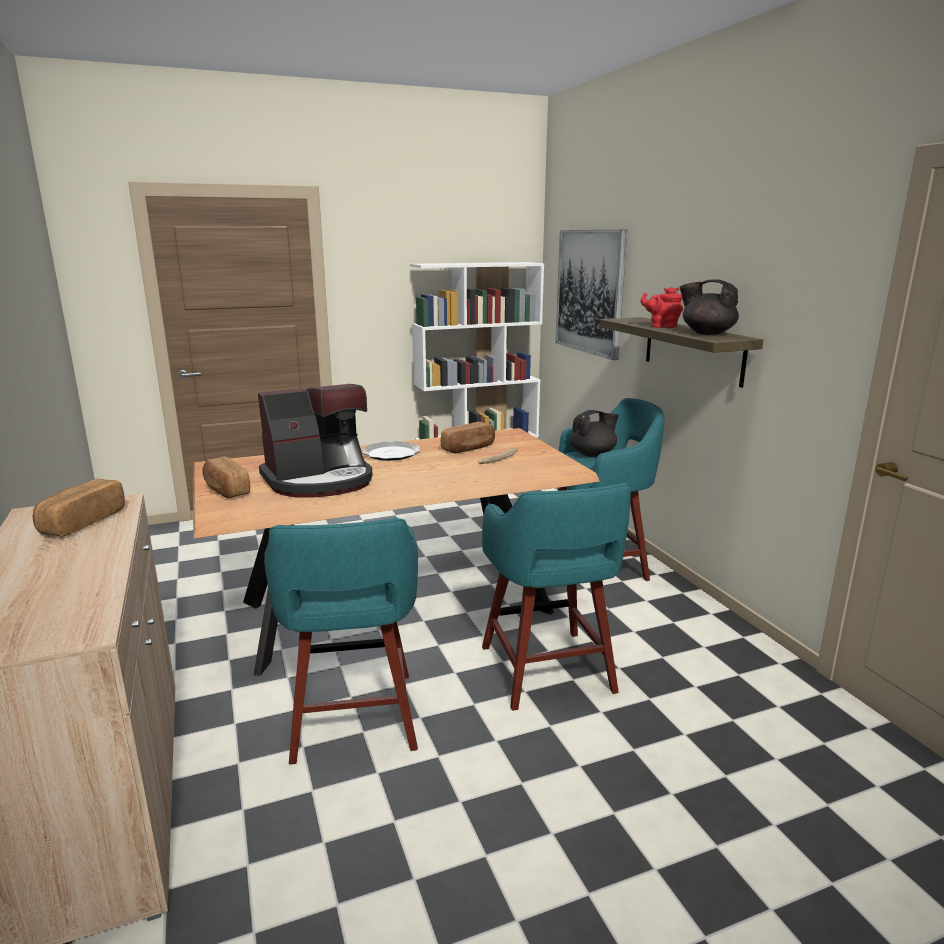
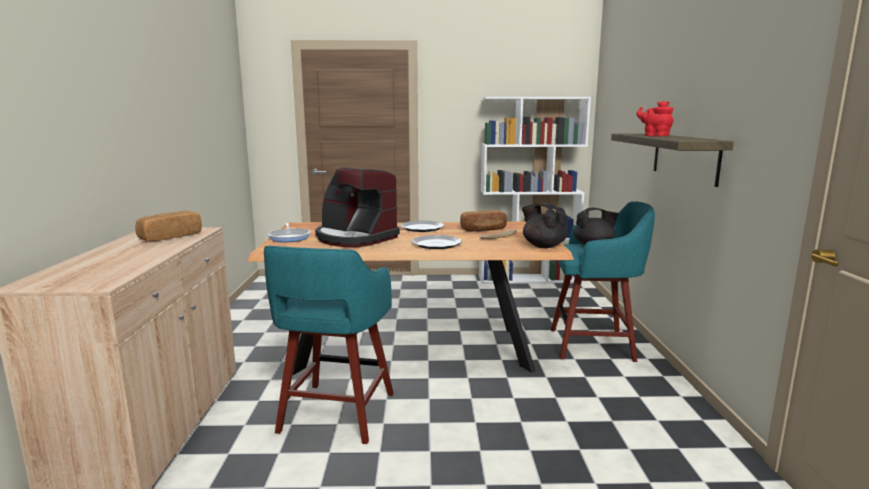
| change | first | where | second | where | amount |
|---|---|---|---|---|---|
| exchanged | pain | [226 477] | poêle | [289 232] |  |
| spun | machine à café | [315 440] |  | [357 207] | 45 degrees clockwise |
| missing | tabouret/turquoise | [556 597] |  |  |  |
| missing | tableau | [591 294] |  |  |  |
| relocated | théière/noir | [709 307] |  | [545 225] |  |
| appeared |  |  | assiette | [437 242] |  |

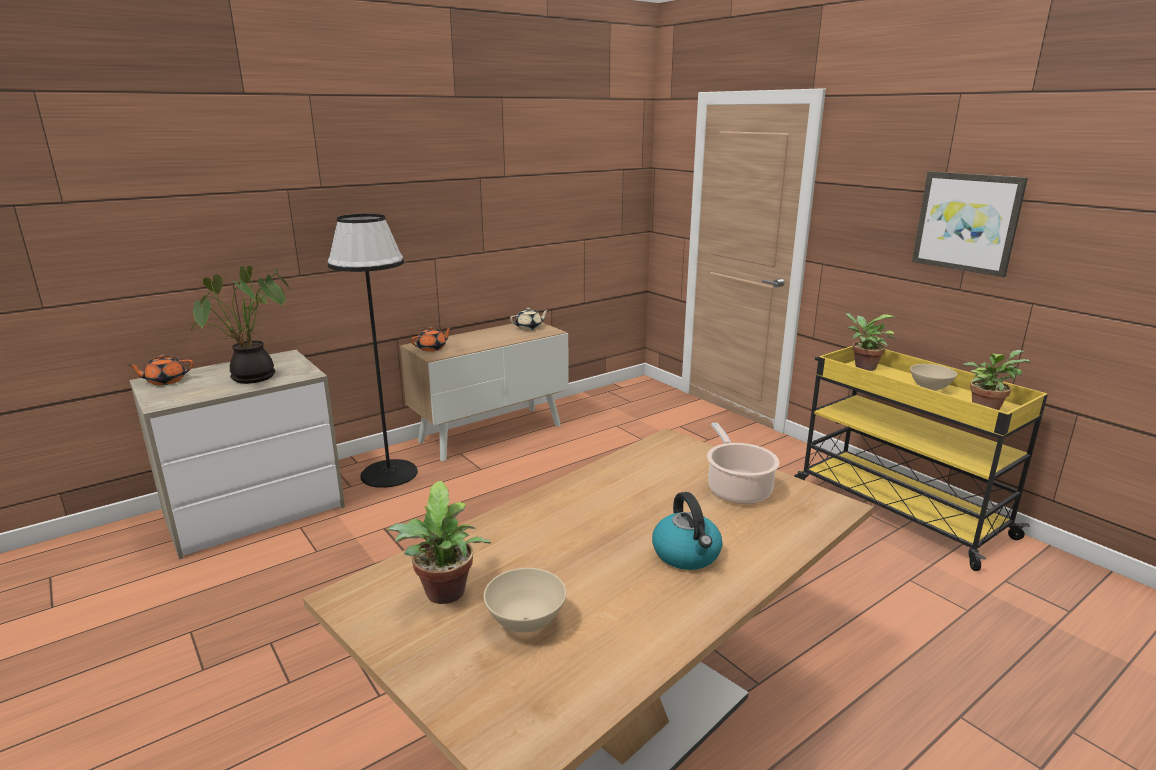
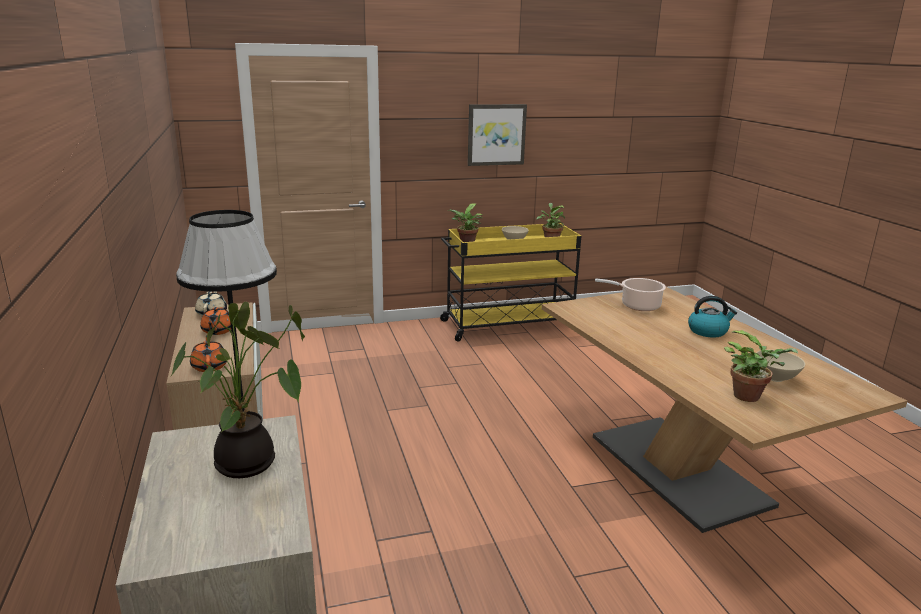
| change | first | where | second | where | amount |
|---|---|---|---|---|---|
| relocated | théière/orange | [160 369] |  | [215 321] |  |

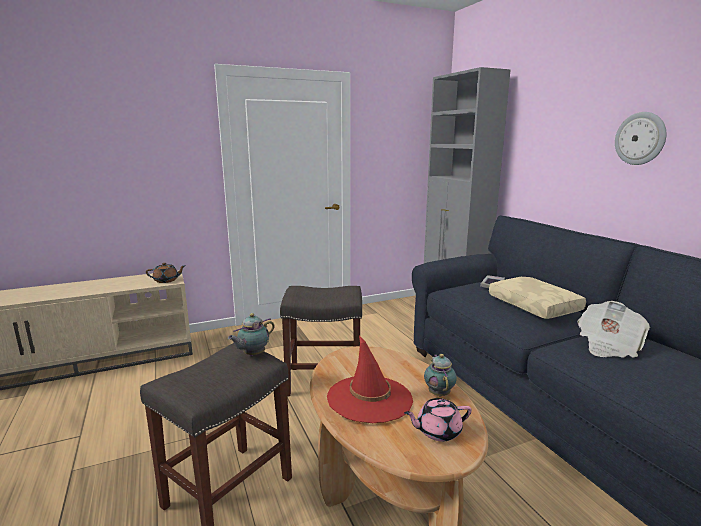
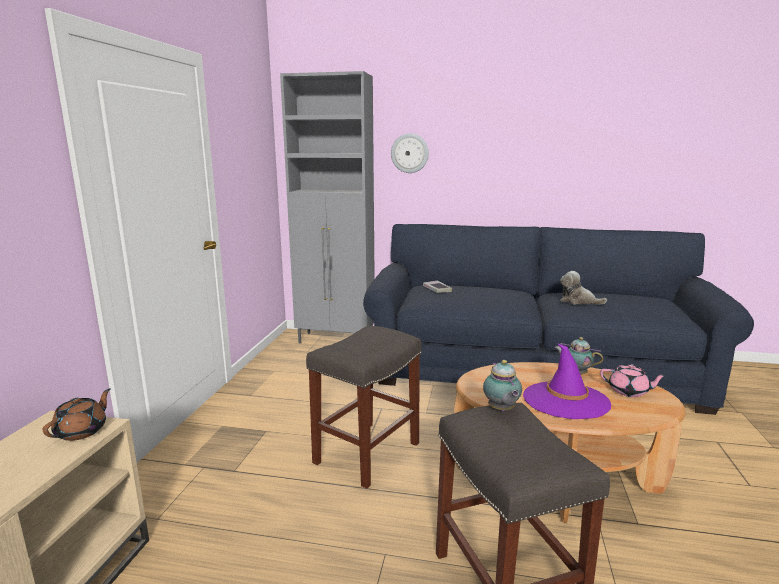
| change | first | where | second | where | amount |
|---|---|---|---|---|---|
| colour | chapeau/rouge | [370 379] | chapeau/violet | [567 381] |  |
| spun | théière/rose | [438 419] |  | [633 380] | 90 degrees counterclockwise |
| missing | coussin/beige | [537 298] |  |  |  |
| exchanged | journal | [613 329] | peluche | [583 288] |  |
| relocated | horloge murale | [641 138] |  | [410 153] |  |

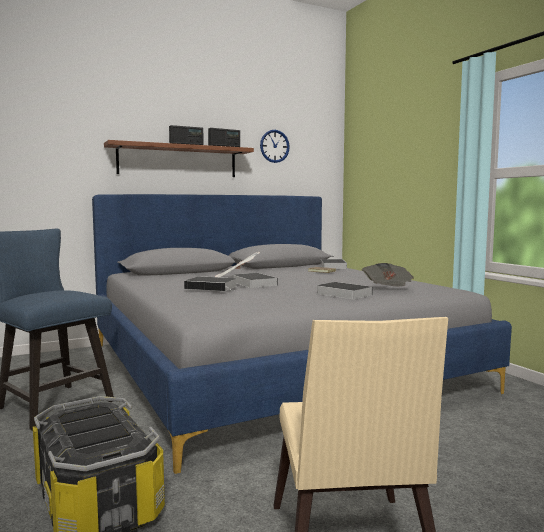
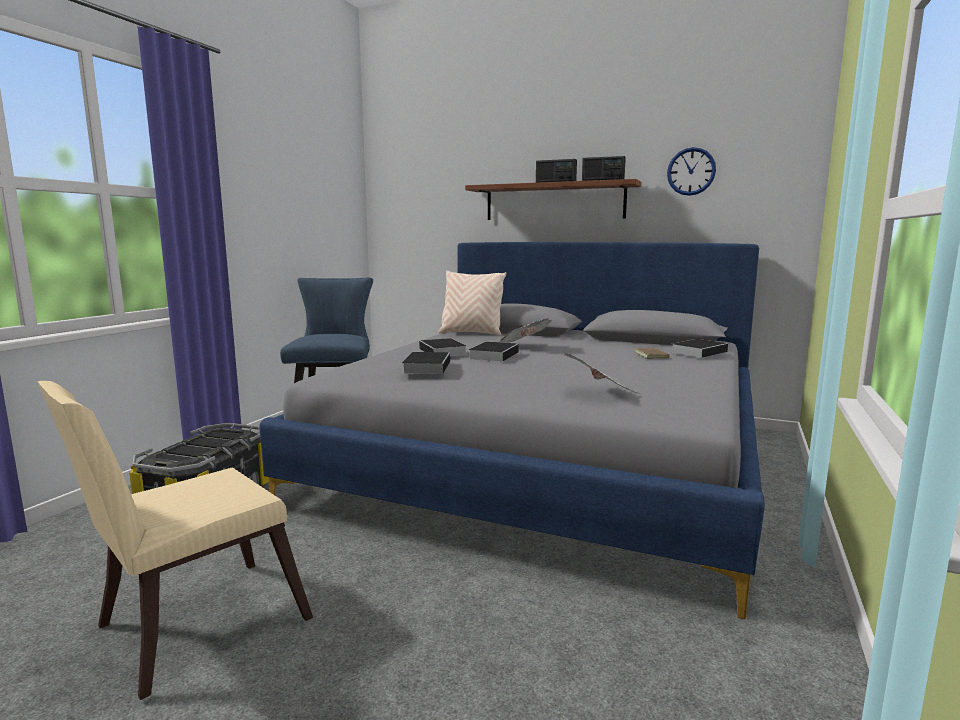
| change | first | where | second | where | amount |
|---|---|---|---|---|---|
| relocated | livre | [344 291] |  | [426 363] |  |
| appeared |  |  | coussin/beige | [472 302] |  |

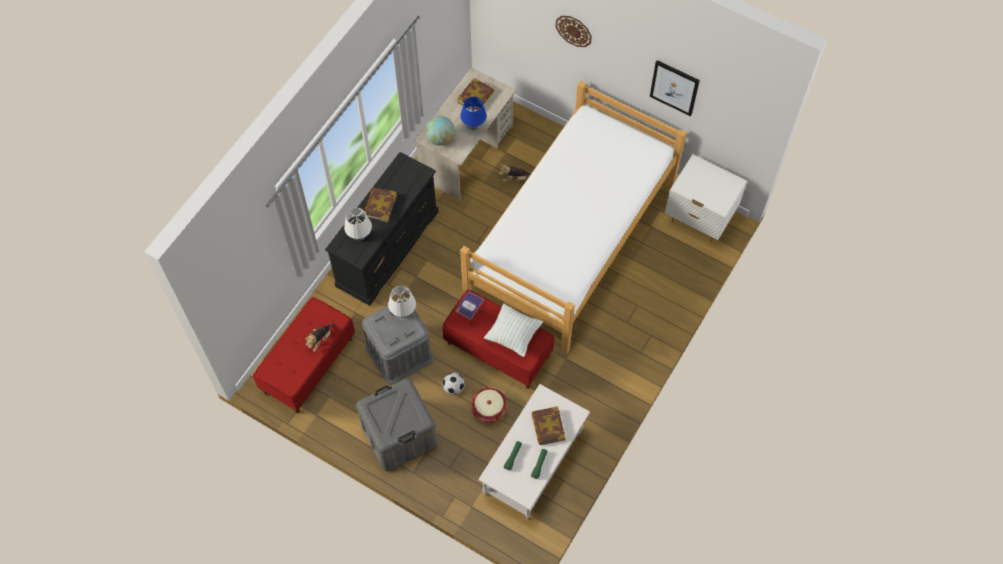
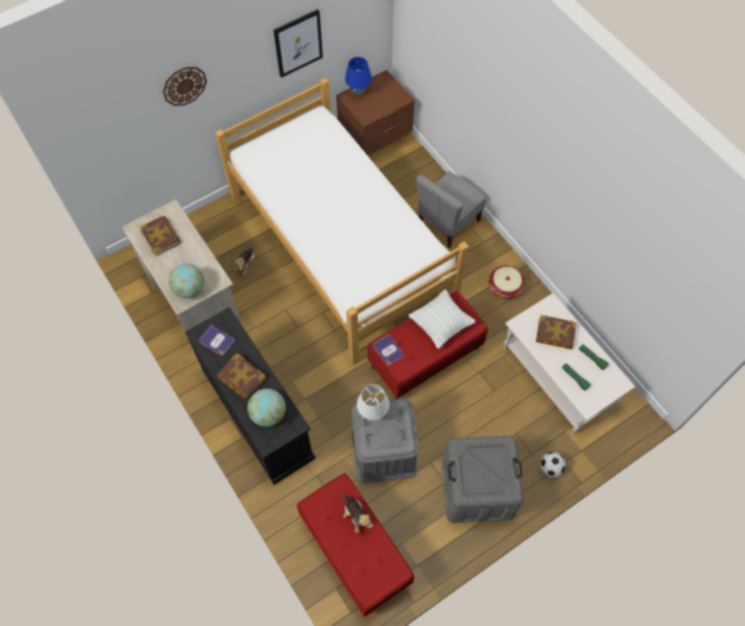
| change | first | where | second | where | amount |
|---|---|---|---|---|---|
| exchanged | lampe de table/blanc | [358 224] | globe | [266 407] |  |
| relocated | ballon de foot | [453 384] |  | [553 465] |  |
| relocated | lampe de table/bleu | [474 113] |  | [358 76] |  |
| relocated | panier | [489 405] |  | [506 282] |  |
| colour | table de chevet/blanc | [706 198] | table de chevet/marron | [375 112] |  |
| appeared |  |  | livre | [217 340] |  |
| appeared |  |  | chaise/gris | [451 209] |  |

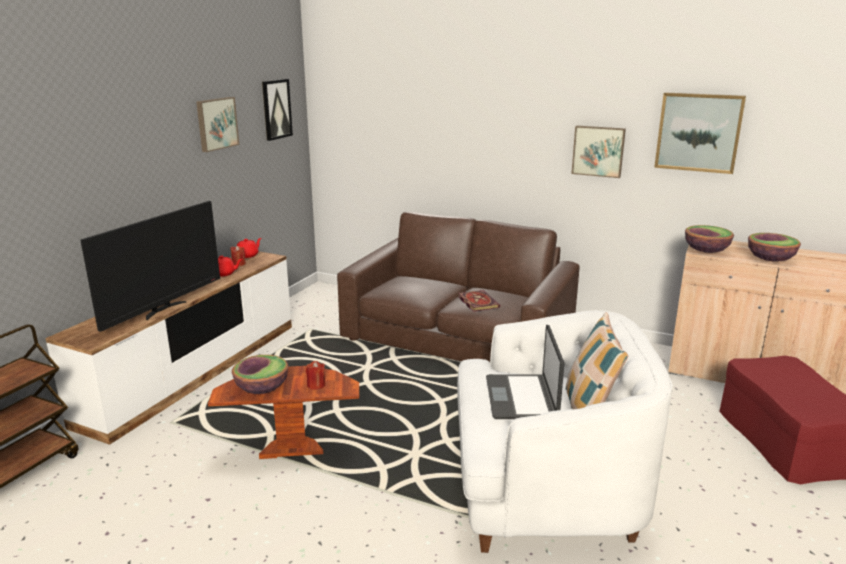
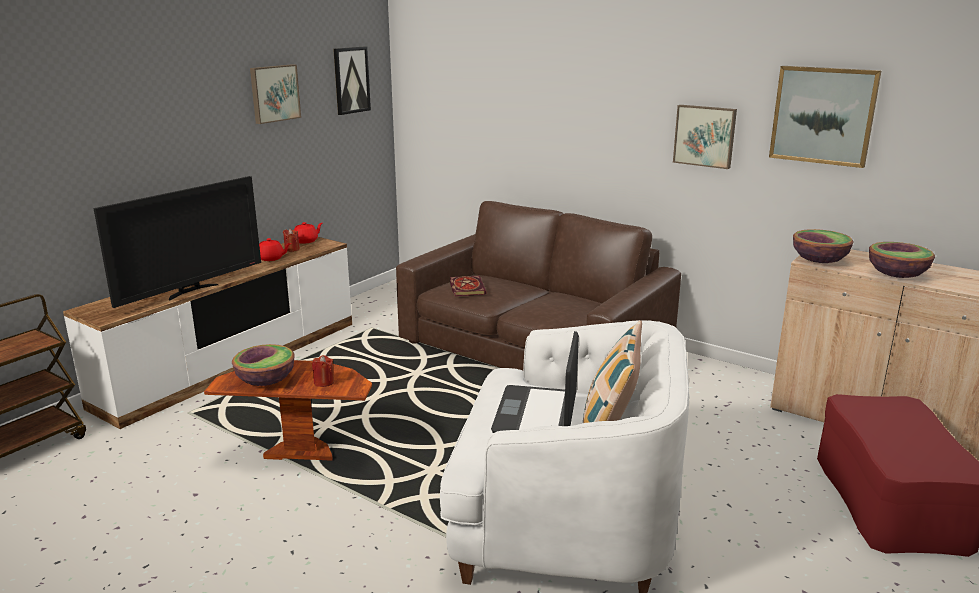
| change | first | where | second | where | amount |
|---|---|---|---|---|---|
| relocated | livre | [479 301] |  | [468 286] |  |

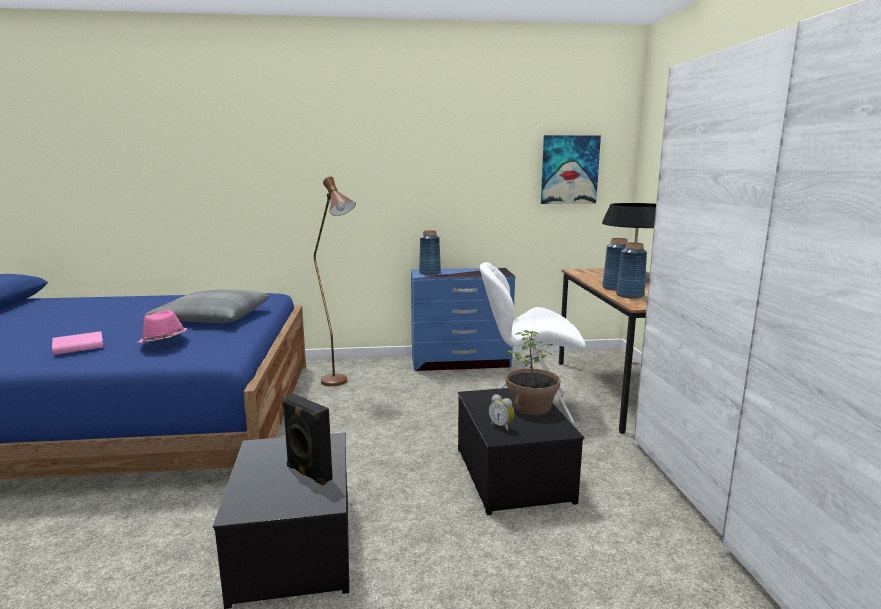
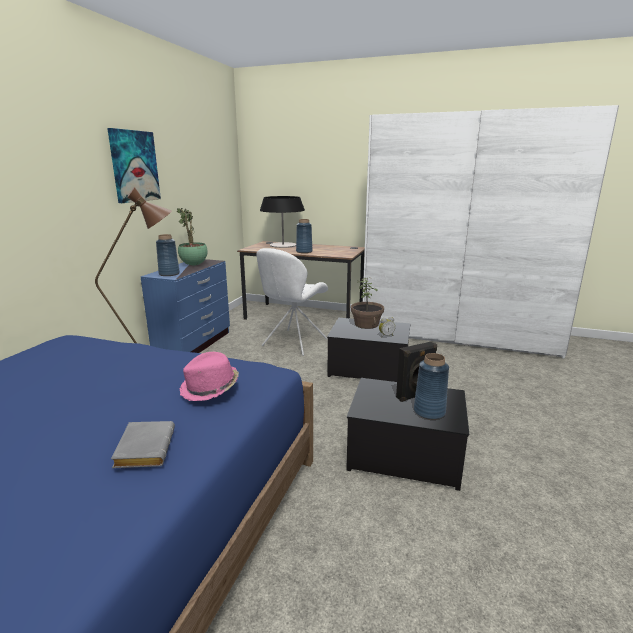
| change | first | where | second | where | amount |
|---|---|---|---|---|---|
| colour | livre/rose | [78 343] | livre/gris | [143 444] |  |
| missing | coussin/gris | [206 306] |  |  |  |
| relocated | tableau | [571 169] |  | [134 165] |  |
| relocated | vase/bleu | [631 270] |  | [431 386] |  |
| appeared |  |  | plante en pot | [192 236] |  |

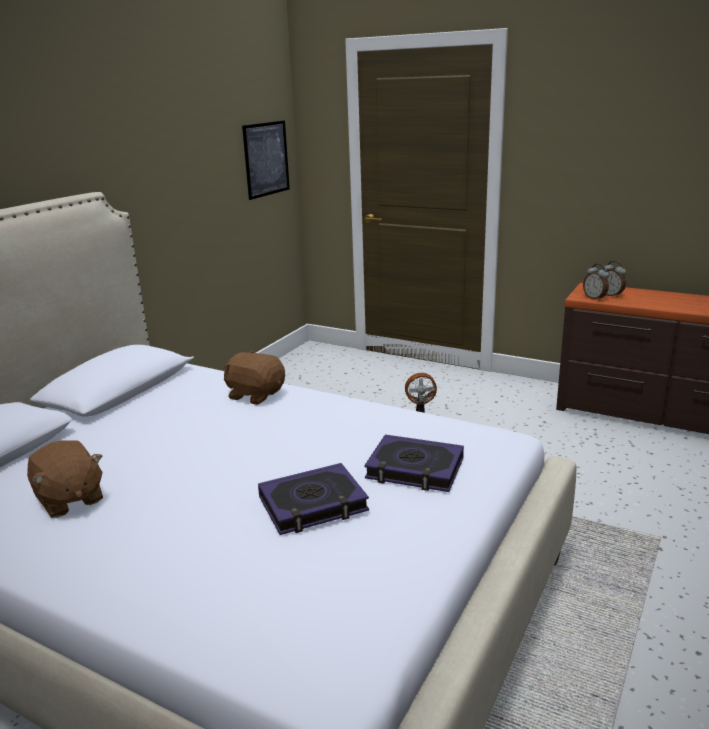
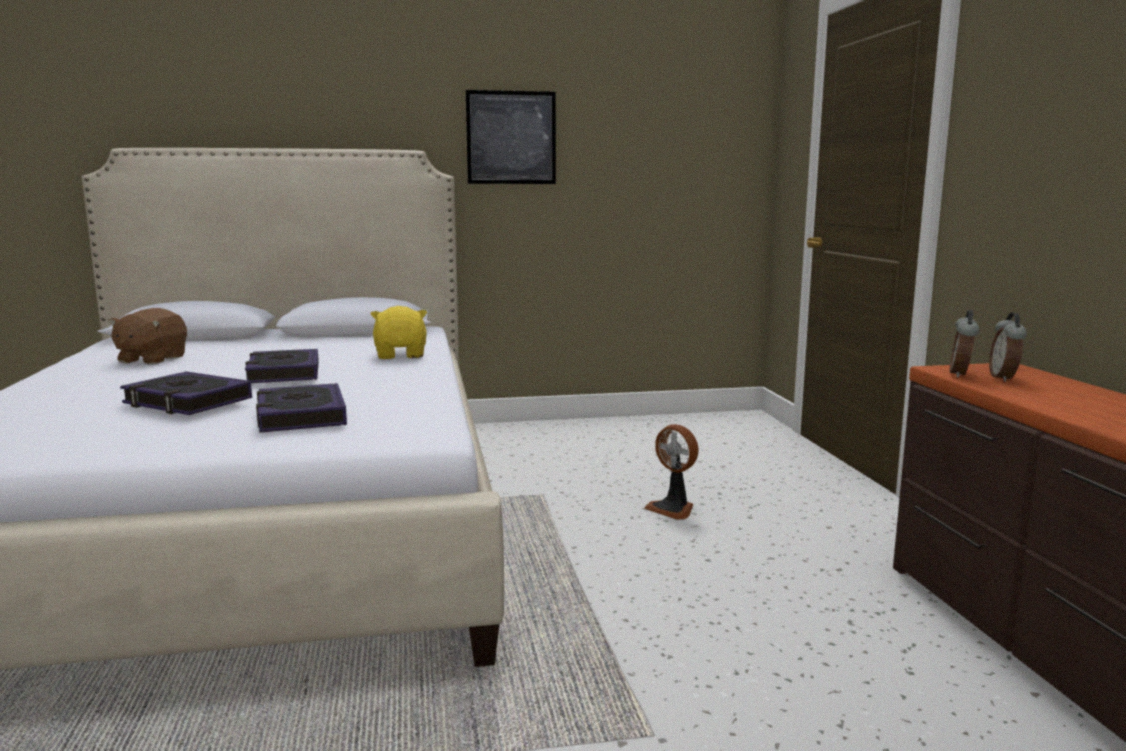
| change | first | where | second | where | amount |
|---|---|---|---|---|---|
| colour | peluche/marron | [254 377] | peluche/jaune | [399 332] |  |
| relocated | tableau | [266 160] |  | [510 137] |  |
| appeared |  |  | livre | [282 366] |  |

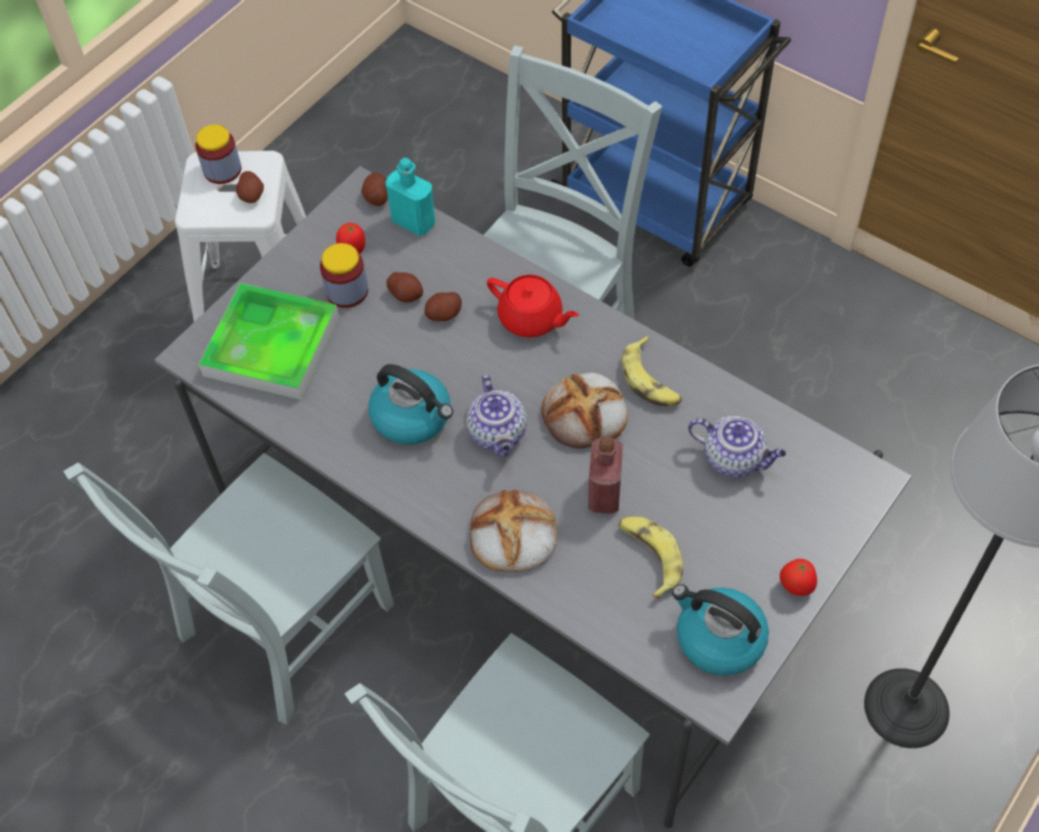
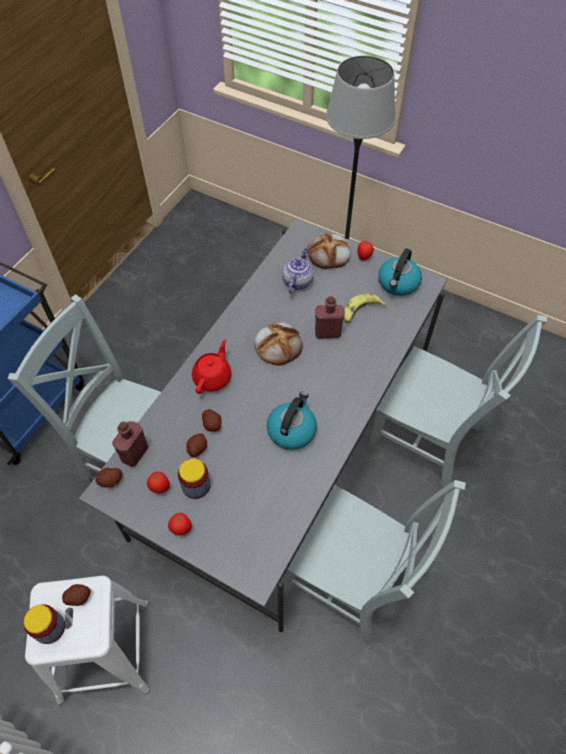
| change | first | where | second | where | amount |
|---|---|---|---|---|---|
| missing | plateau | [268 341] |  |  |  |
| colour | bouteille/turquoise | [410 197] | bouteille/rouge | [130 444] |  |
| missing | théière | [496 415] |  |  |  |
| relocated | pain | [514 530] |  | [329 251] |  |
| missing | banane | [652 371] |  |  |  |
| appeared |  |  | tomate | [180 524] |  |

